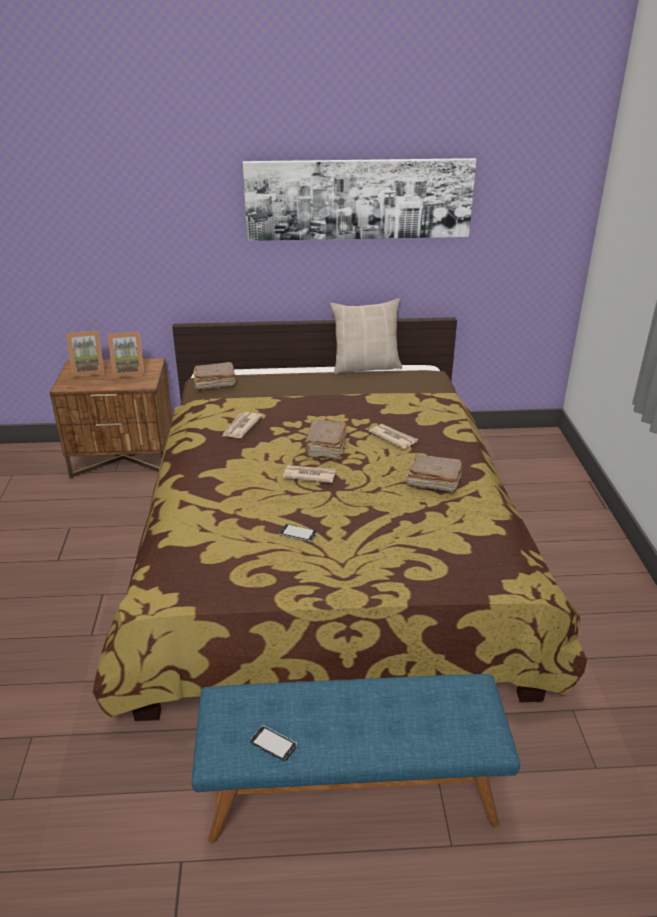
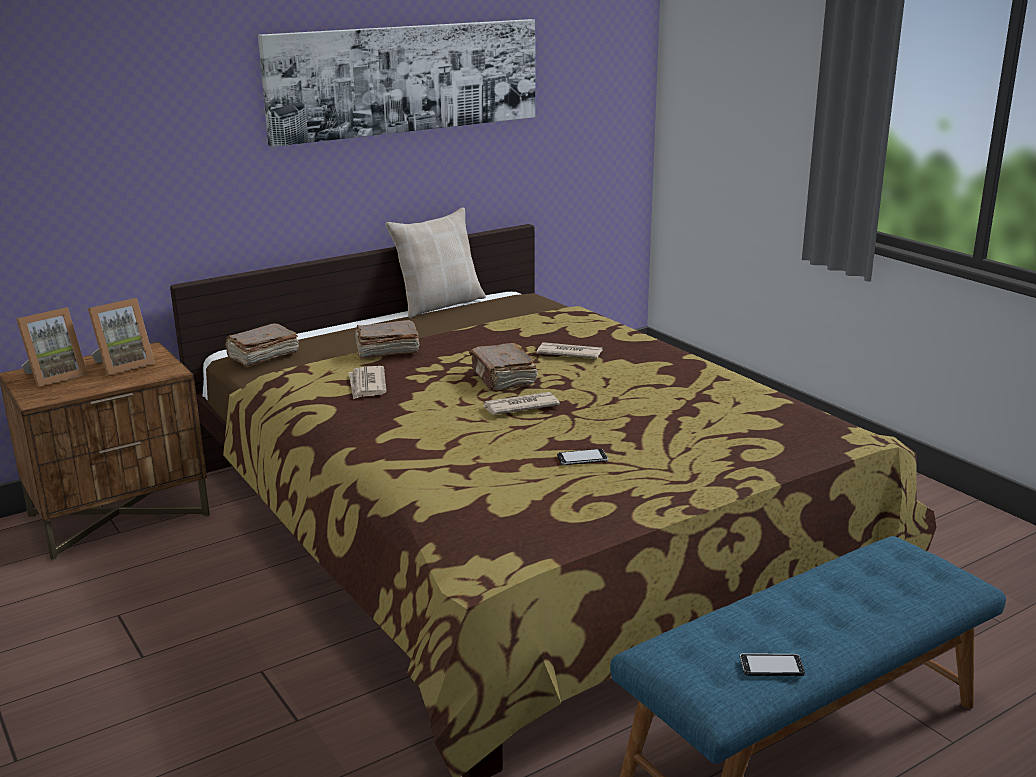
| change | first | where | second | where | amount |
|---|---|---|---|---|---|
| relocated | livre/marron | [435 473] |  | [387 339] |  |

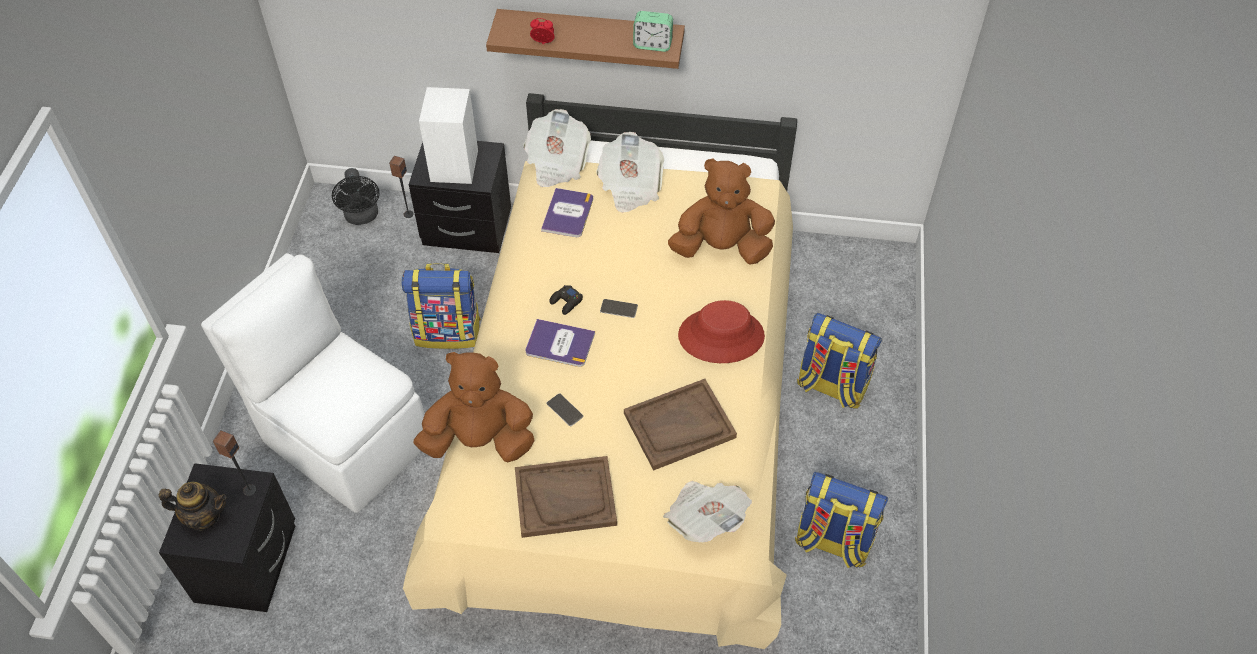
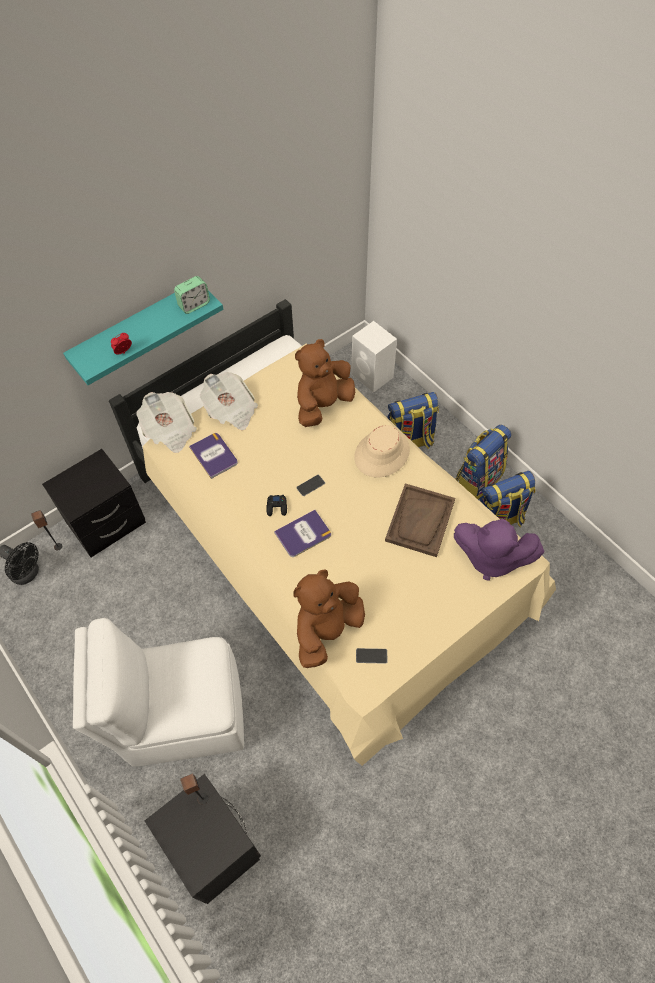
| change | first | where | second | where | amount |
|---|---|---|---|---|---|
| missing | théière | [192 506] |  |  |  |
| relocated | sac à dos | [441 306] |  | [483 461] |  |
| relocated | enceinte/blanc | [448 135] |  | [374 357] |  |
| colour | étagère/marron | [585 39] | étagère/turquoise | [143 337] |  |
| missing | plateau/marron | [566 497] |  |  |  |
| relocated | téléphone | [565 409] |  | [371 656] |  |
| exchanged | journal | [707 511] | peluche/violet | [499 550] |  |
| colour | chapeau/rouge | [721 331] | chapeau/beige | [382 451] |  |

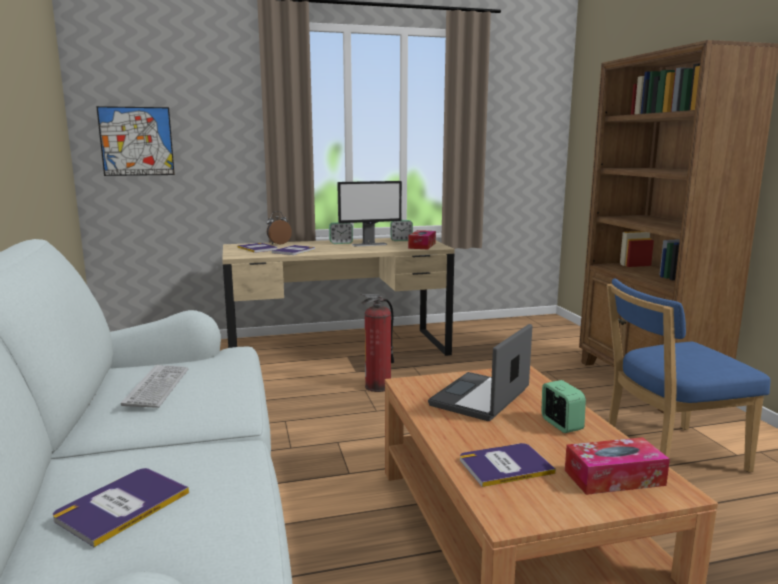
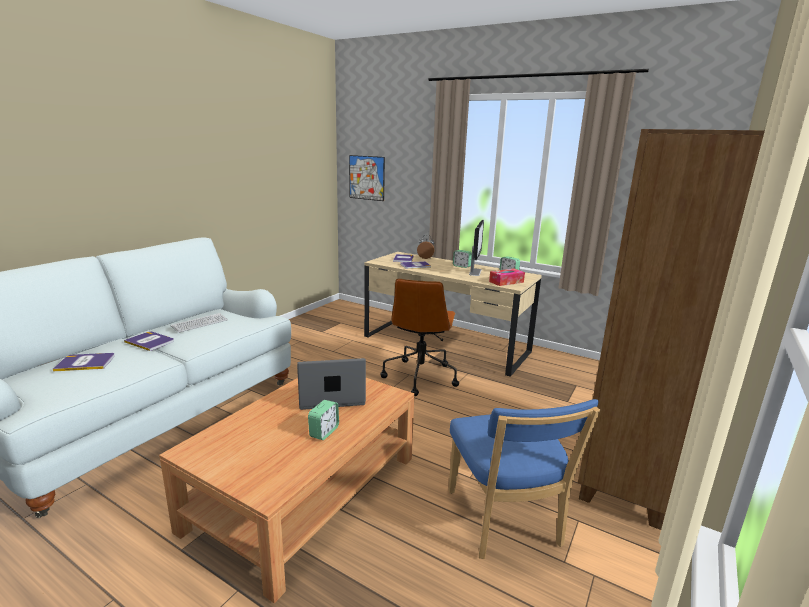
| change | first | where | second | where | amount |
|---|---|---|---|---|---|
| spun | écran d'ordinateur | [369 214] |  | [476 248] | 105 degrees counterclockwise |
| exchanged | extincteur | [377 343] | chaise de bureau/marron | [419 337] |  |
| relocated | livre | [508 465] |  | [149 341] |  |
| missing | boîte à mouchoirs | [617 466] |  |  |  |
| spun | chaise/bleu | [689 375] |  | [524 479] | 135 degrees counterclockwise |

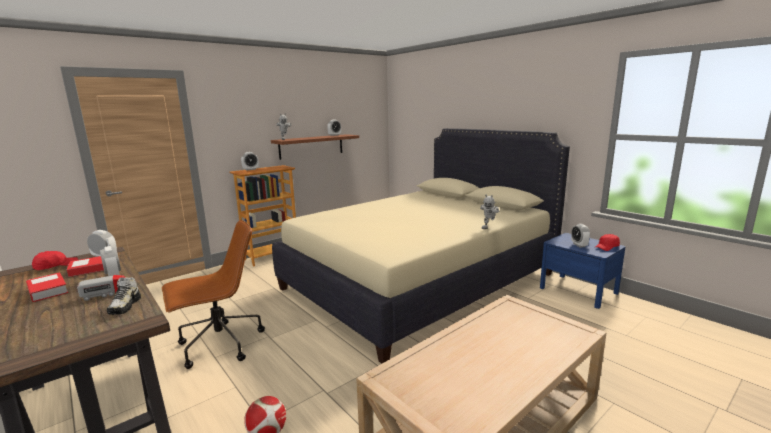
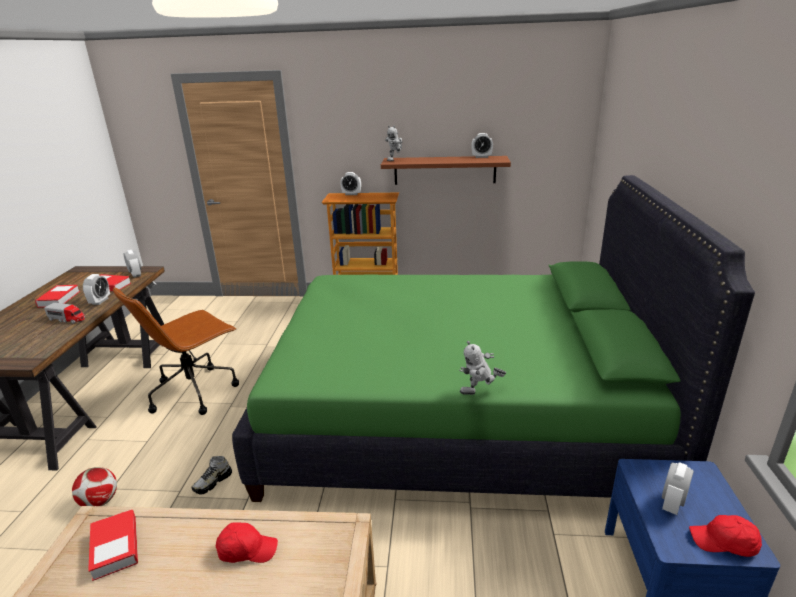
| change | first | where | second | where | amount |
|---|---|---|---|---|---|
| relocated | casquette/rouge | [55 260] |  | [247 543] |  |
| relocated | chaussure | [124 296] |  | [211 475] |  |
| spun | chaise de bureau/marron | [213 294] |  | [176 351] | 120 degrees clockwise |
| colour | lit/beige | [421 246] | lit/vert | [493 338] |  |
| appeared |  |  | livre | [113 545] |  |

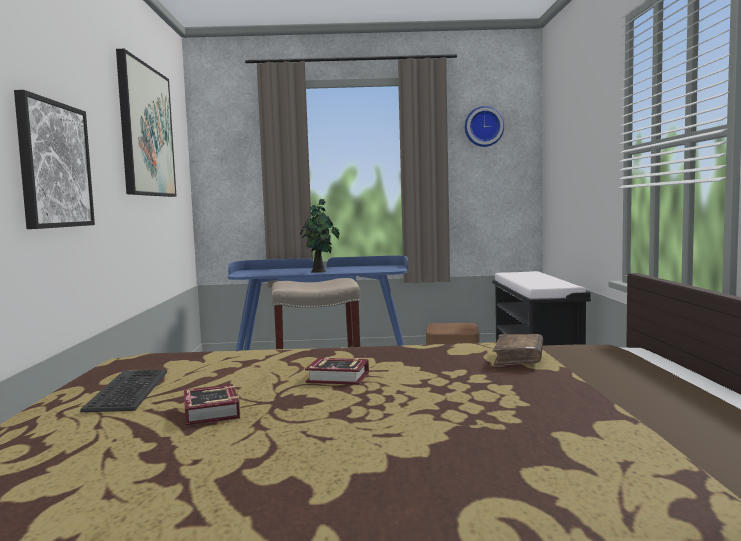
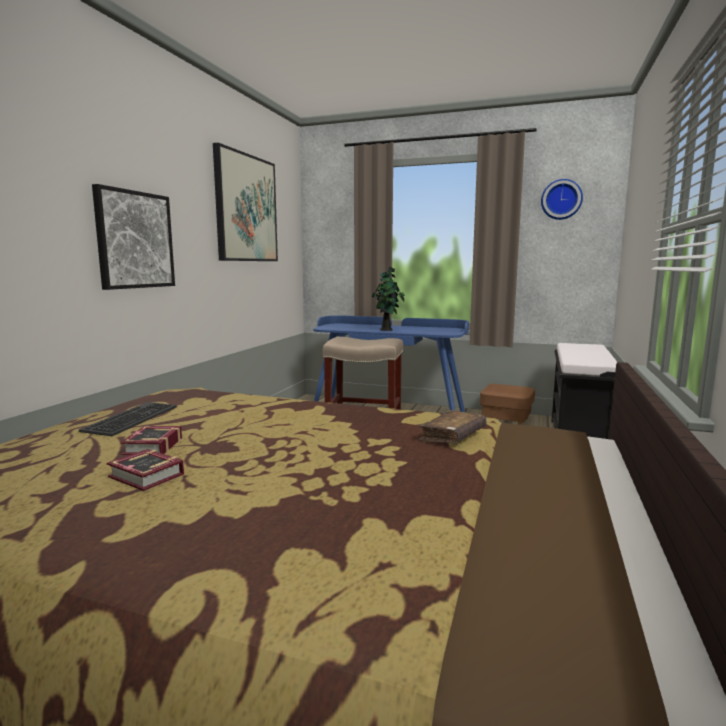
| change | first | where | second | where | amount |
|---|---|---|---|---|---|
| relocated | livre | [337 371] |  | [145 470] |  |

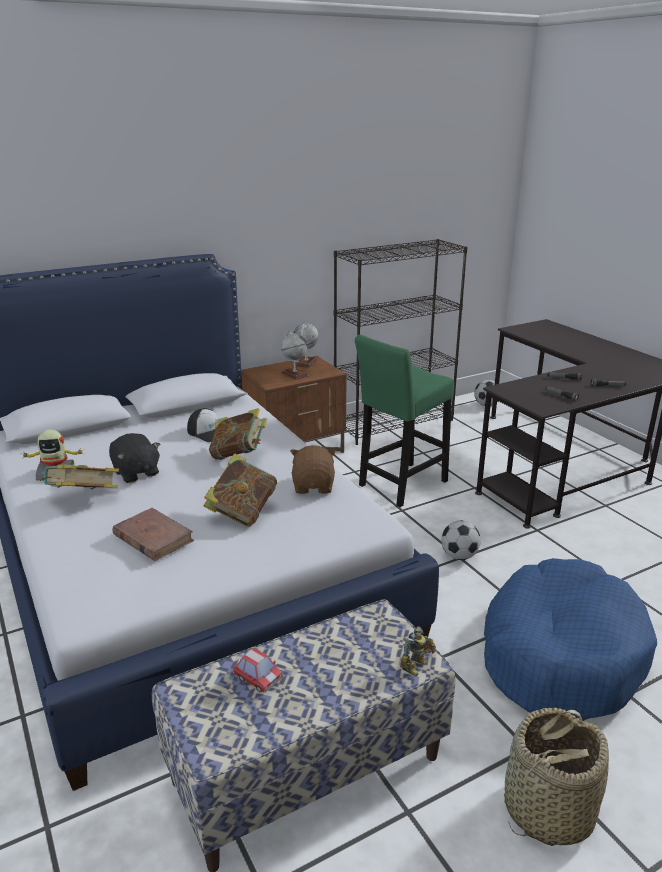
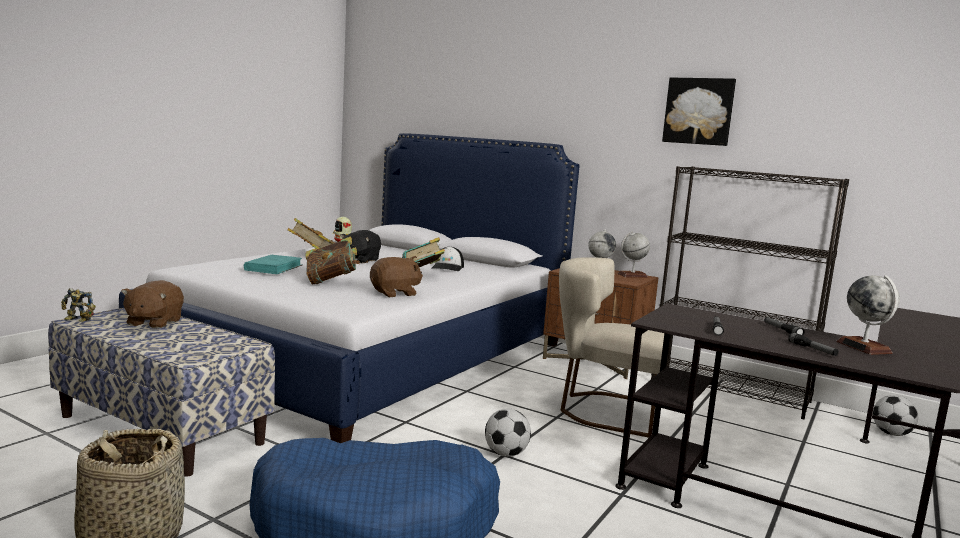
| change | first | where | second | where | amount |
|---|---|---|---|---|---|
| colour | livre/marron | [153 534] | livre/turquoise | [273 264] |  |
| exchanged | petite voiture | [258 670] | peluche/marron | [152 304] |  |
| exchanged | tabouret/vert | [404 421] | chaise/beige | [611 347] |  |
| relocated | robot jouet | [418 651] |  | [78 305] |  |
| appeared |  |  | tableau | [699 112] |  |
| appeared |  |  | globe | [868 315] |  |

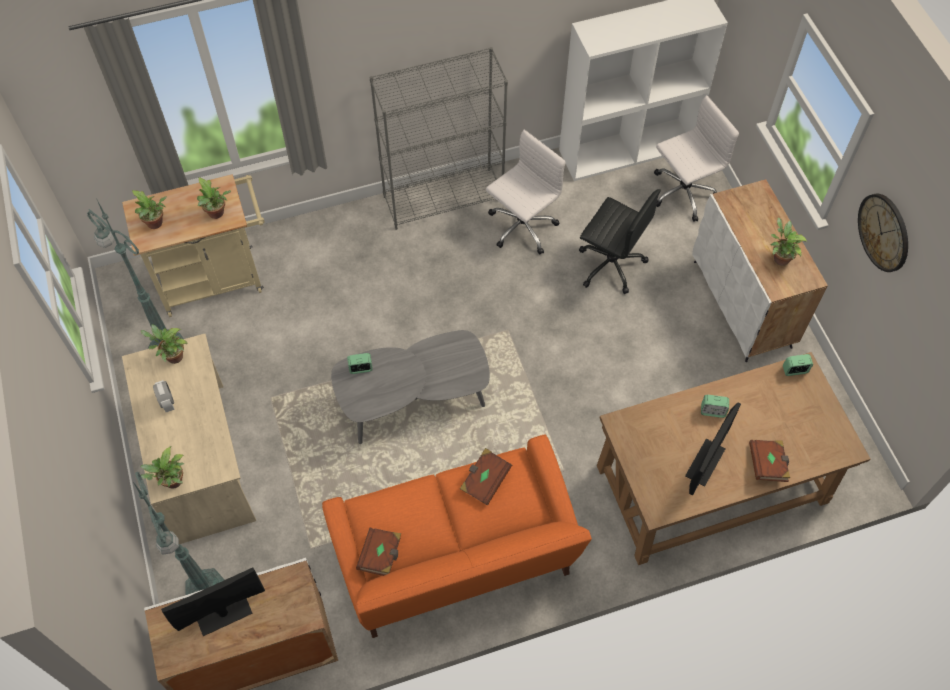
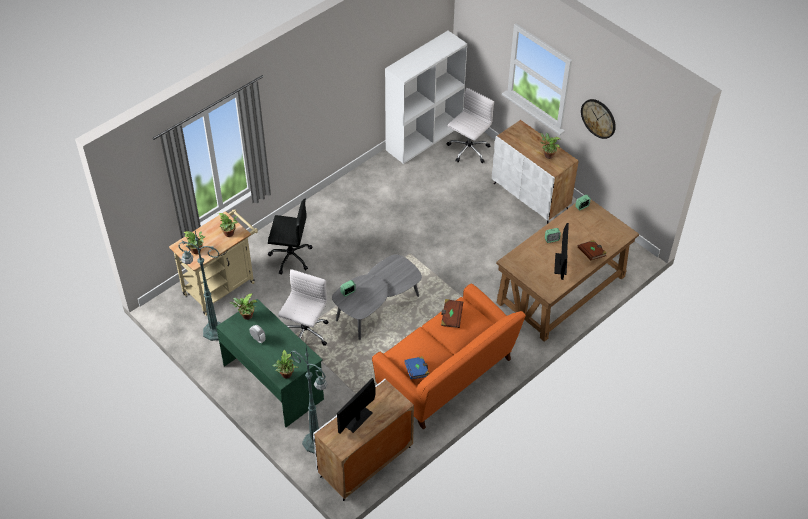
| change | first | where | second | where | amount |
|---|---|---|---|---|---|
| colour | bureau/beige | [189 439] | bureau/vert | [270 363] |  |
| colour | livre/marron | [378 552] | livre/bleu | [416 367] |  |
| missing | bibliothèque/gris | [439 138] |  |  |  |
| relocated | chaise de bureau/blanc | [525 192] |  | [303 307] |  |
| relocated | chaise de bureau/noir | [620 241] |  | [290 237] |  |

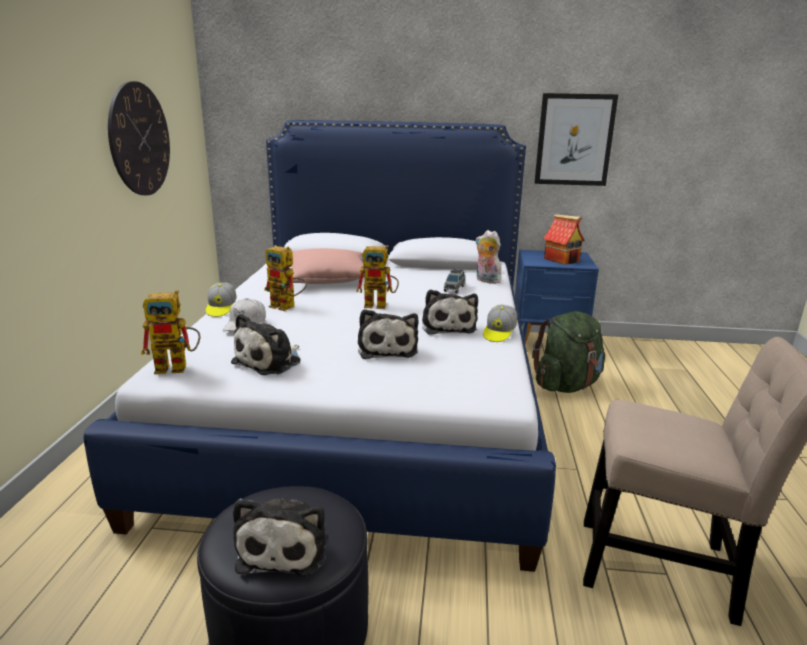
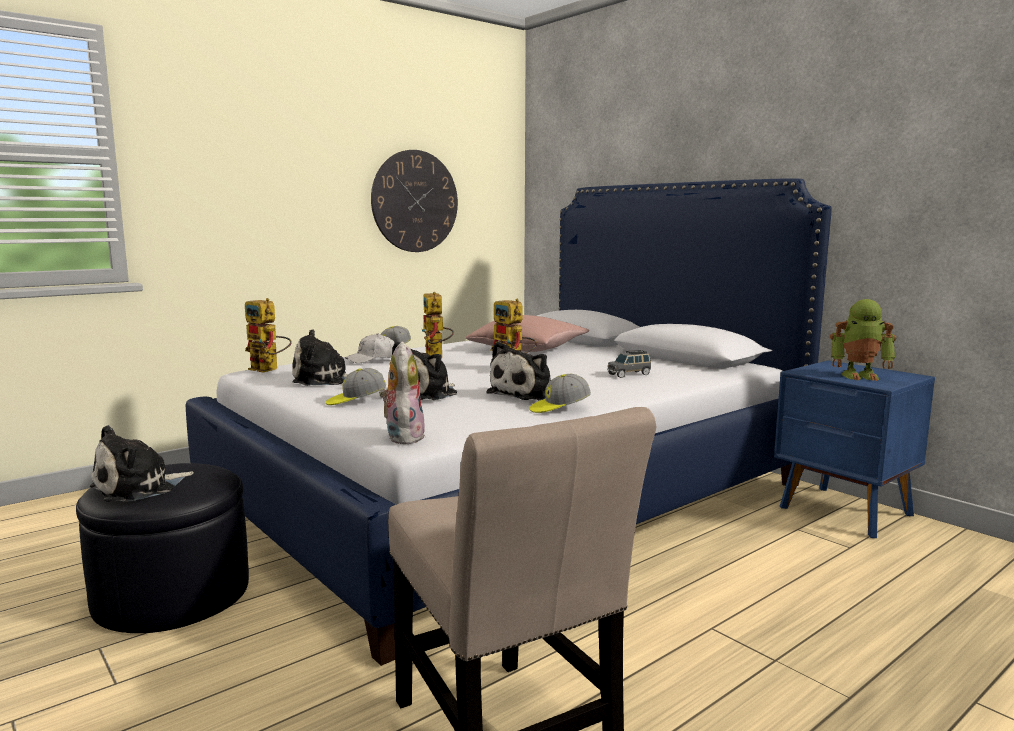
| change | first | where | second | where | amount |
|---|---|---|---|---|---|
| relocated | peluche | [488 257] |  | [402 392] |  |
| missing | sac à dos/vert | [568 352] |  |  |  |
| missing | tableau | [576 139] |  |  |  |
| exchanged | maison miniature | [564 239] | robot jouet | [863 340] |  |
| appeared |  |  | casquette | [356 386] |  |

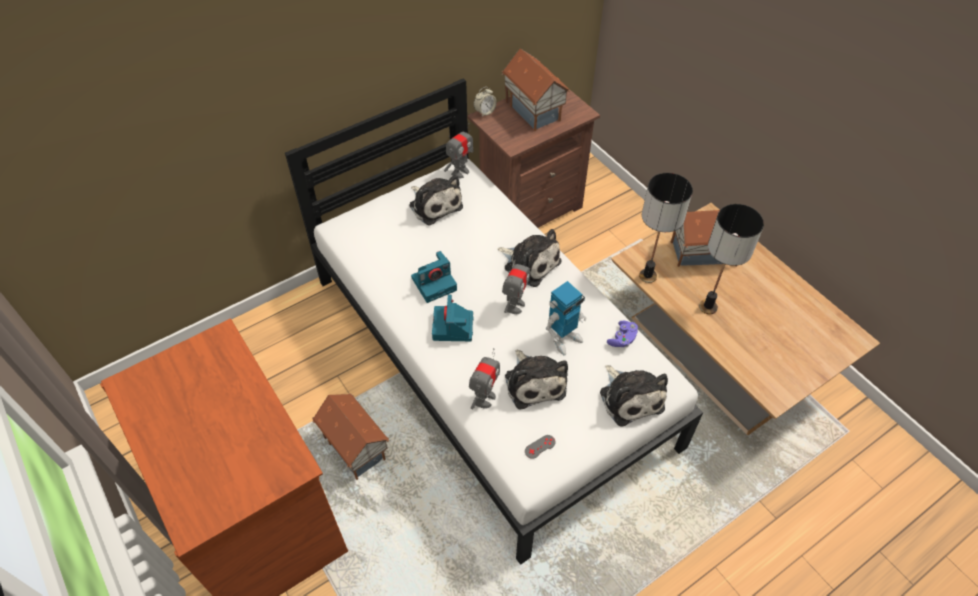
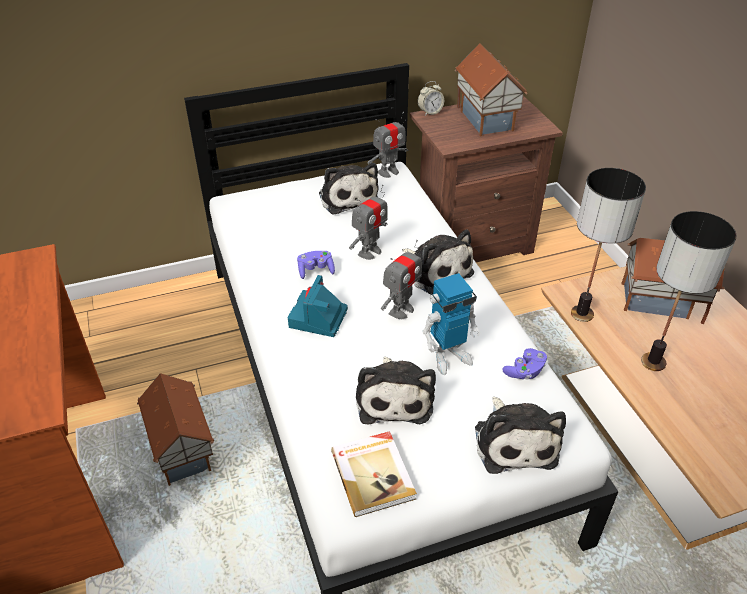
| change | first | where | second | where | amount |
|---|---|---|---|---|---|
| exchanged | appareil photo | [434 277] | manette/violet | [316 265] |  |
| relocated | robot jouet | [484 379] |  | [368 222] |  |
| exchanged | manette/gris | [540 447] | livre | [374 474] |  |

